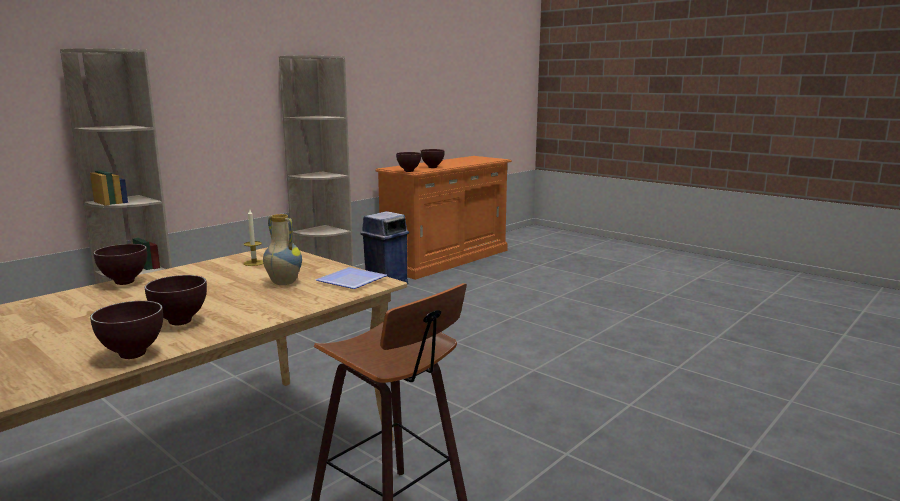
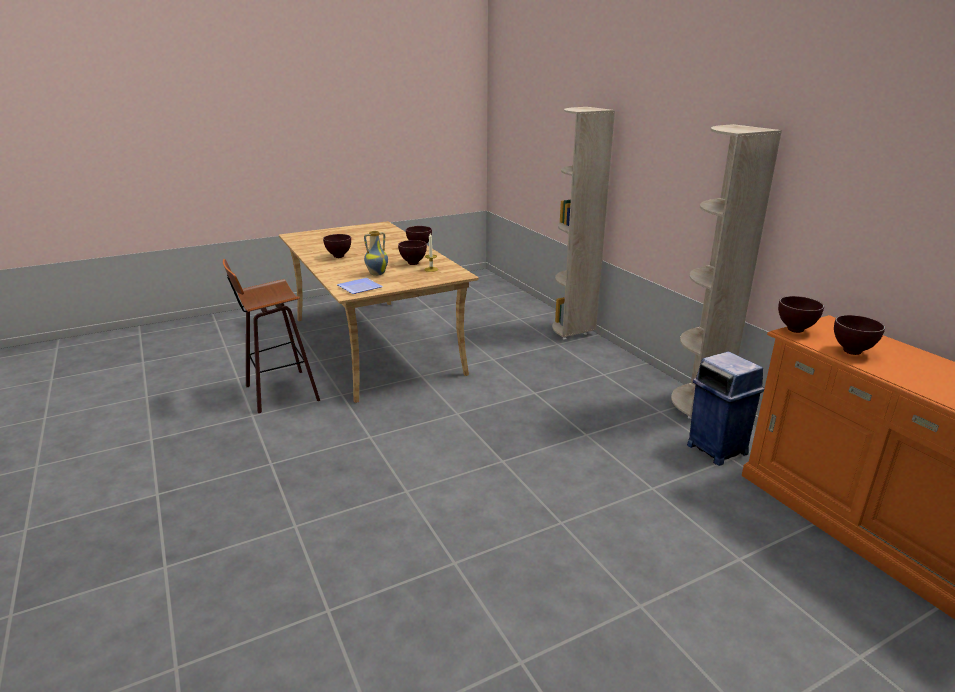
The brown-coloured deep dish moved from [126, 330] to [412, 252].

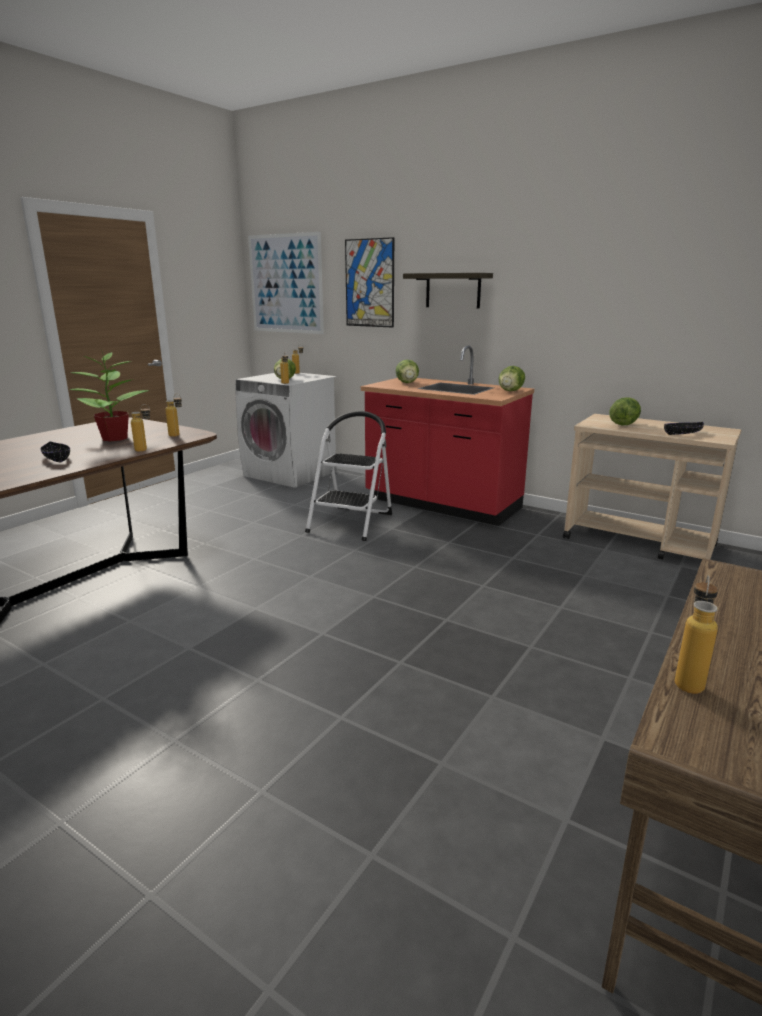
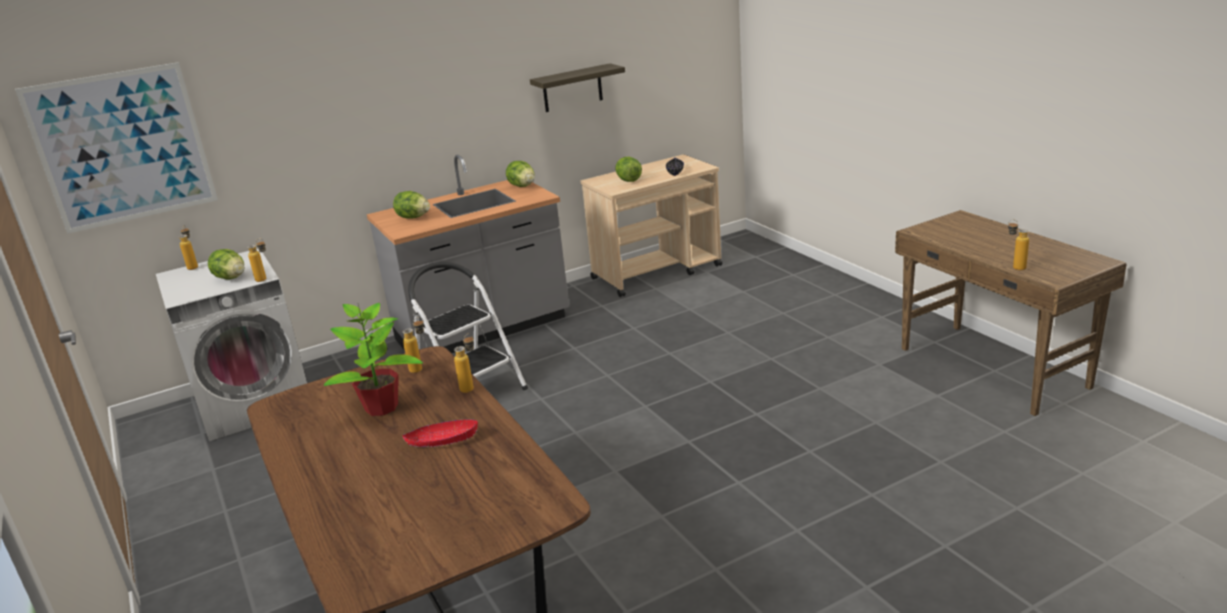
The black deep dish at [55, 452] became the red-coloured deep dish at [440, 433].
The picture at [369, 282] disappeared.
The red-coloured kitchen counter at [447, 435] became the greyish kitchen counter at [467, 254].
The bracket shelf moved from [448, 290] to [577, 87].

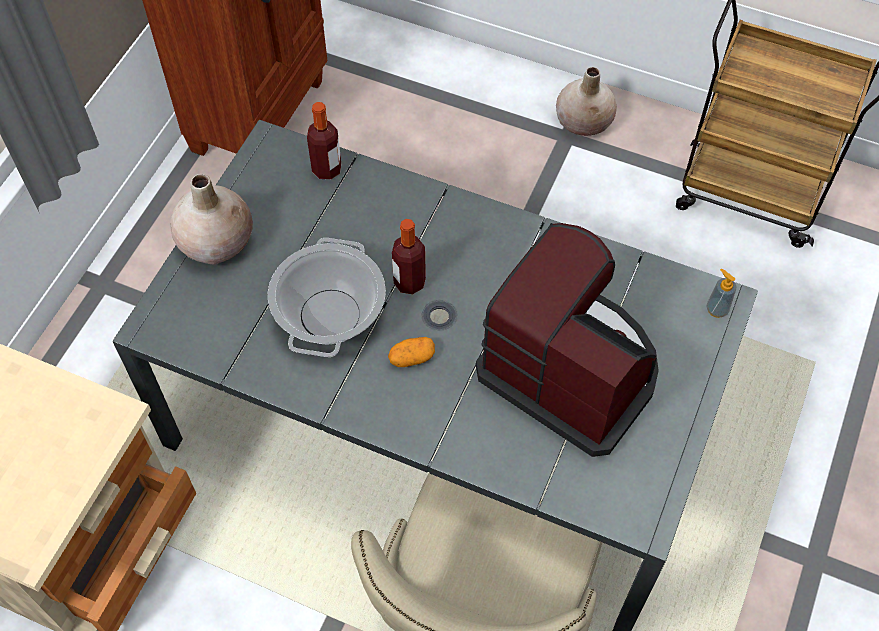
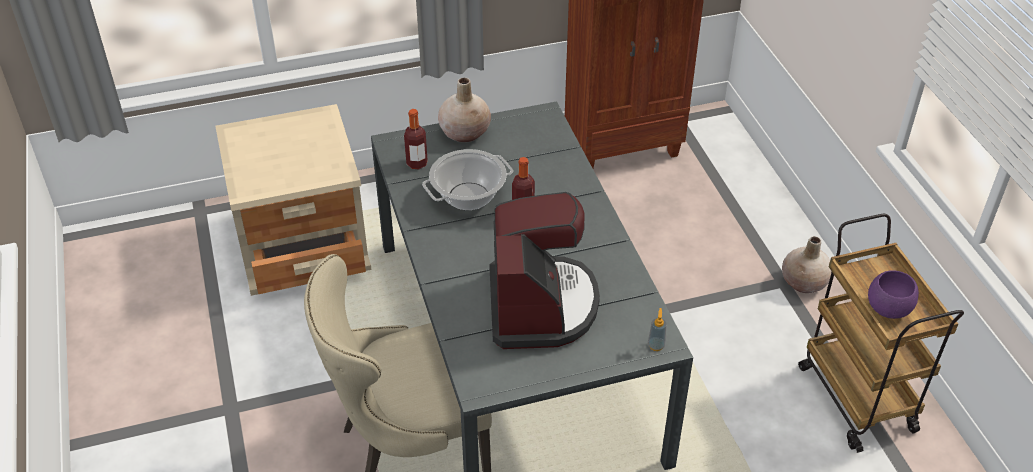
The drink bottle moved from [324, 141] to [416, 139].
The potato at [411, 352] disappeared.
The purplish deep dish at [893, 294] appeared.

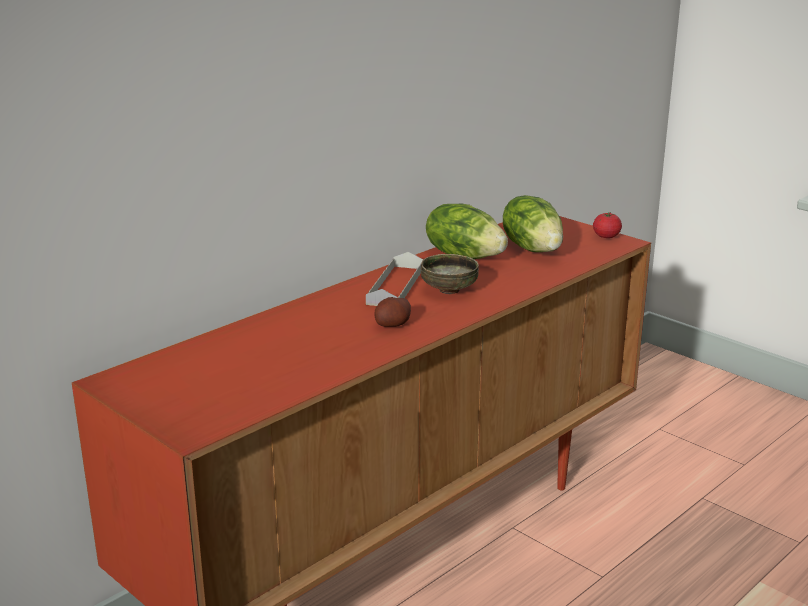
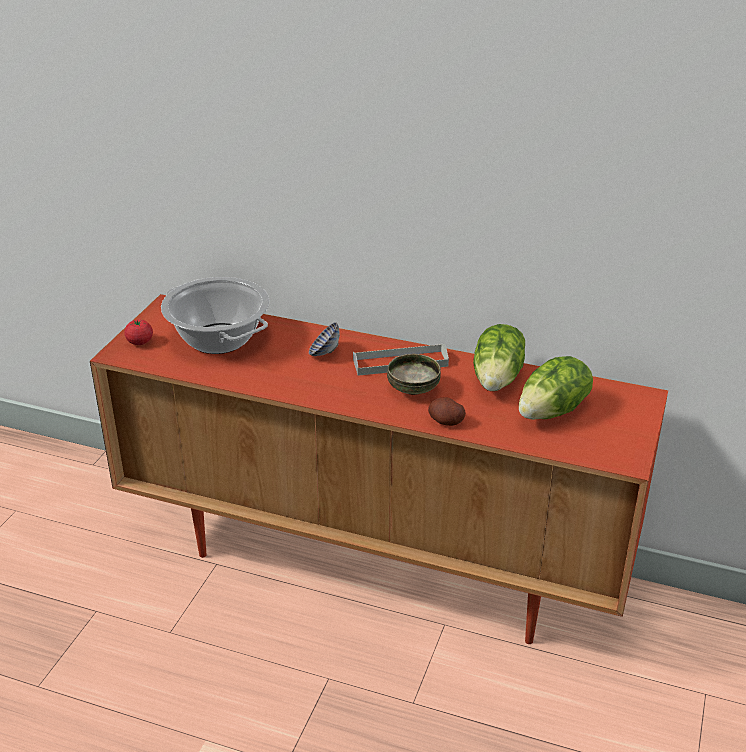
The potato moved from [392, 312] to [447, 411].
The fresh tomato moved from [607, 225] to [138, 332].
The cooking pot at [215, 315] appeared.
The deep dish at [324, 339] appeared.

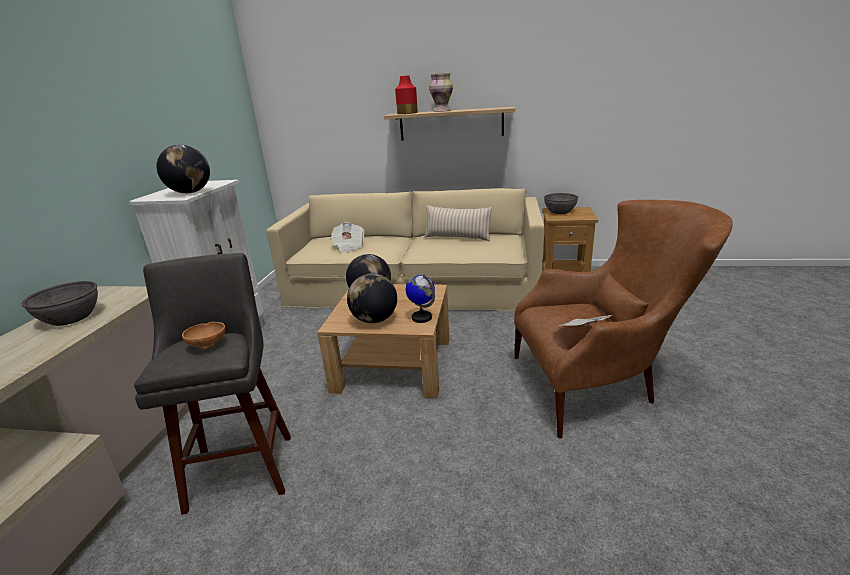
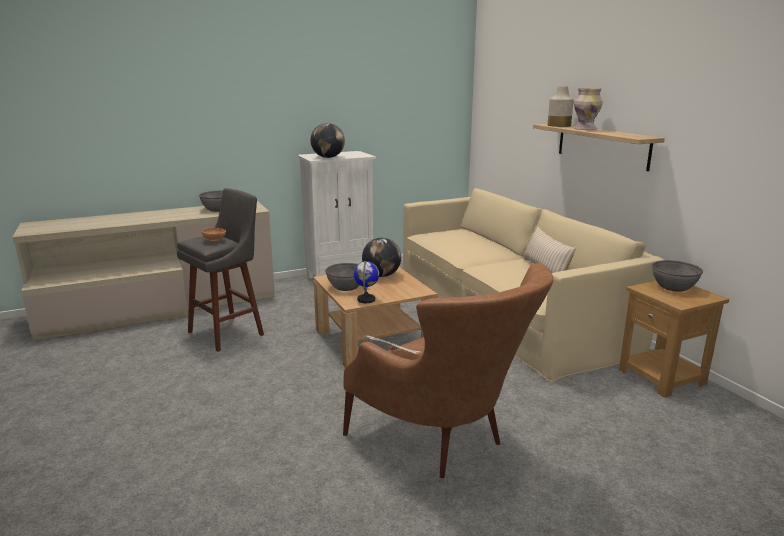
The daily paper at [347, 237] disappeared.
The world globe at [372, 298] was replaced by the greyish deep dish at [342, 277].
The red-coloured decorative vase at [406, 94] became the beige decorative vase at [560, 106].

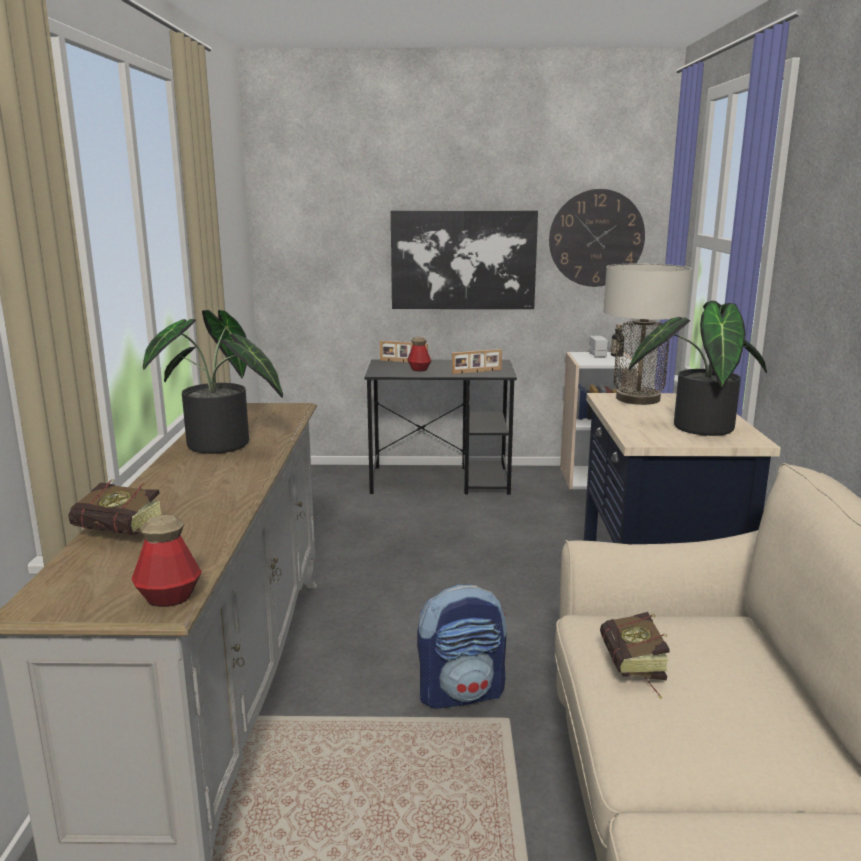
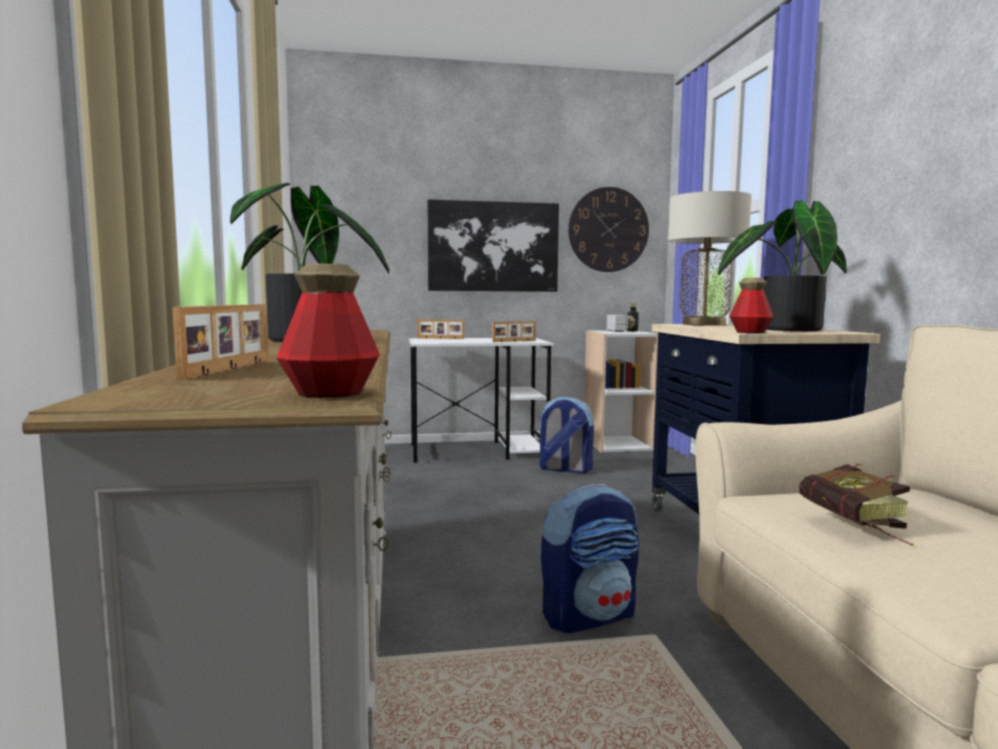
The book at [115, 507] was replaced by the picture frame at [220, 341].
The black desk table at [441, 427] became the white-coloured desk table at [481, 400].
The drink bottle moved from [419, 354] to [751, 305].
The rucksack at [566, 435] appeared.

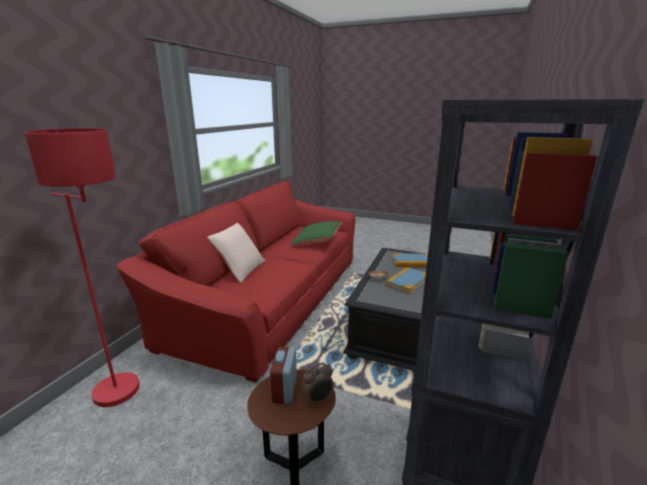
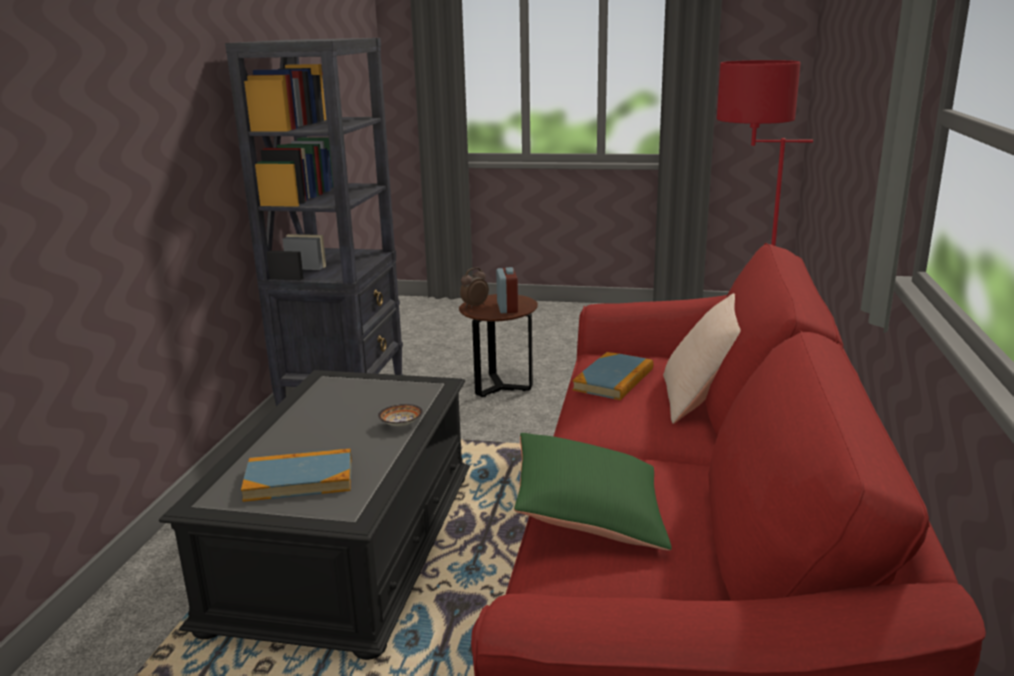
The book moved from [405, 280] to [612, 376].

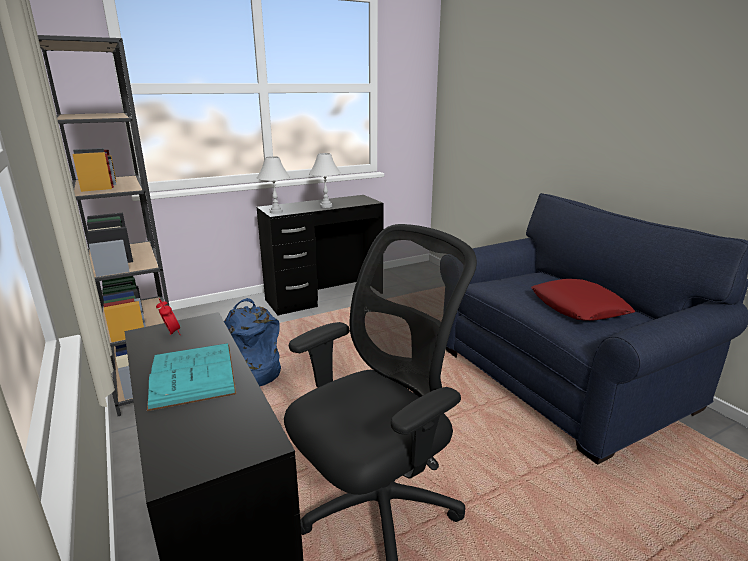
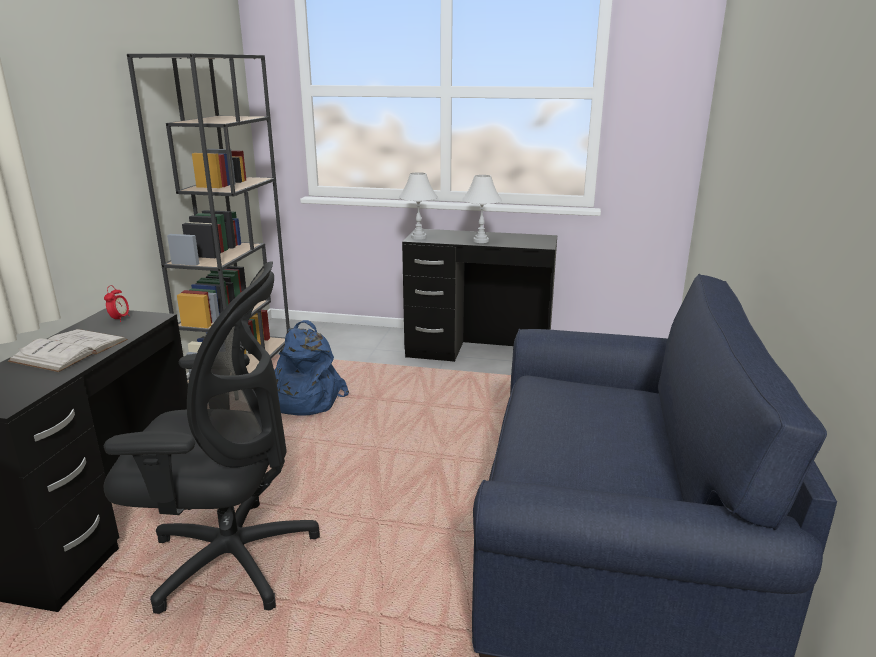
The blue-green book at [191, 377] became the white-coloured book at [68, 350].
The red-coloured throw pillow at [583, 300] disappeared.

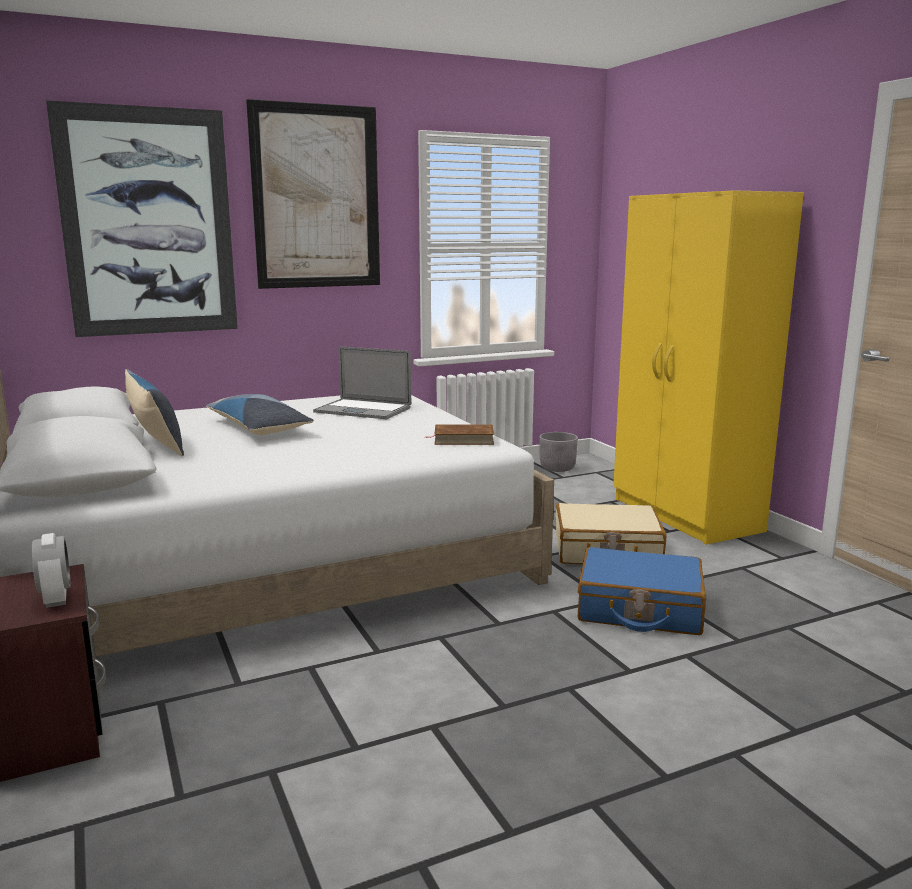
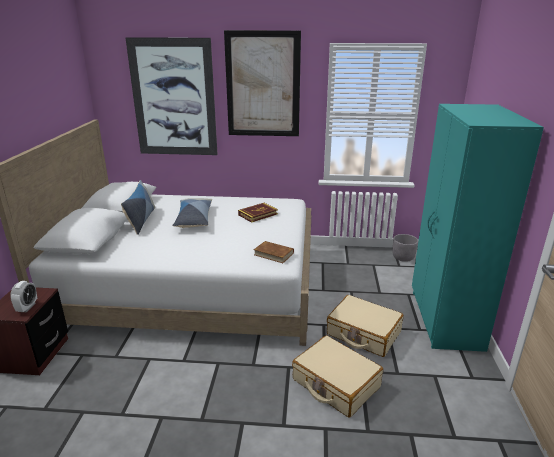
The portable computer at [362, 382] was replaced by the book at [258, 213].
The blue piece of luggage at [642, 591] became the beige piece of luggage at [337, 376].
The yellowish wardrobe at [708, 367] became the blue-green wardrobe at [478, 228].

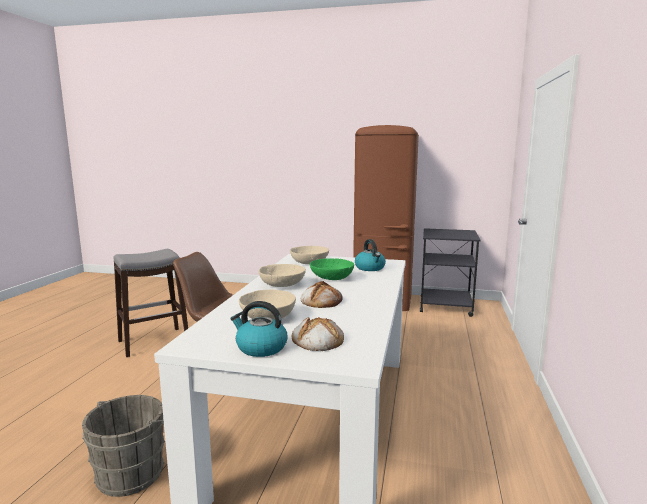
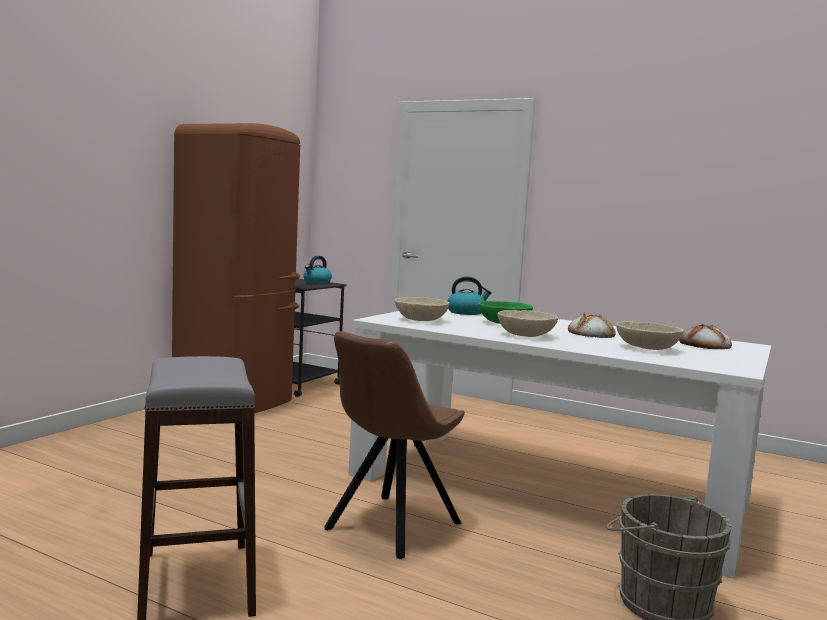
The kettle moved from [258, 329] to [317, 270].

